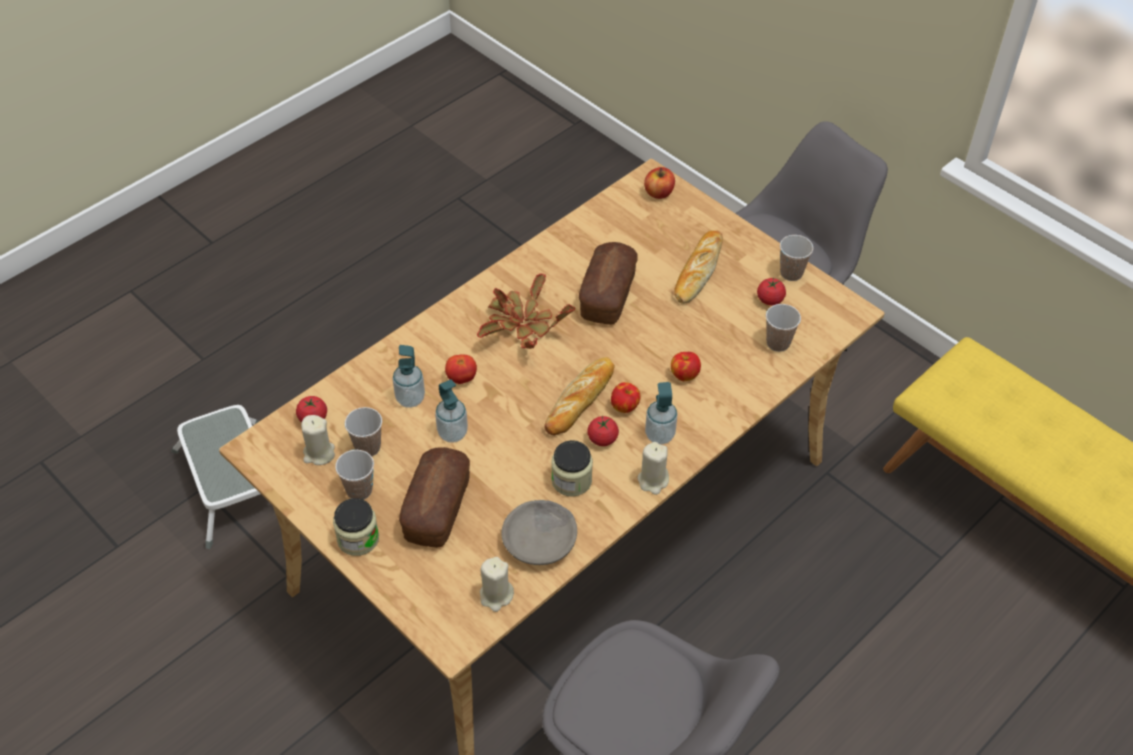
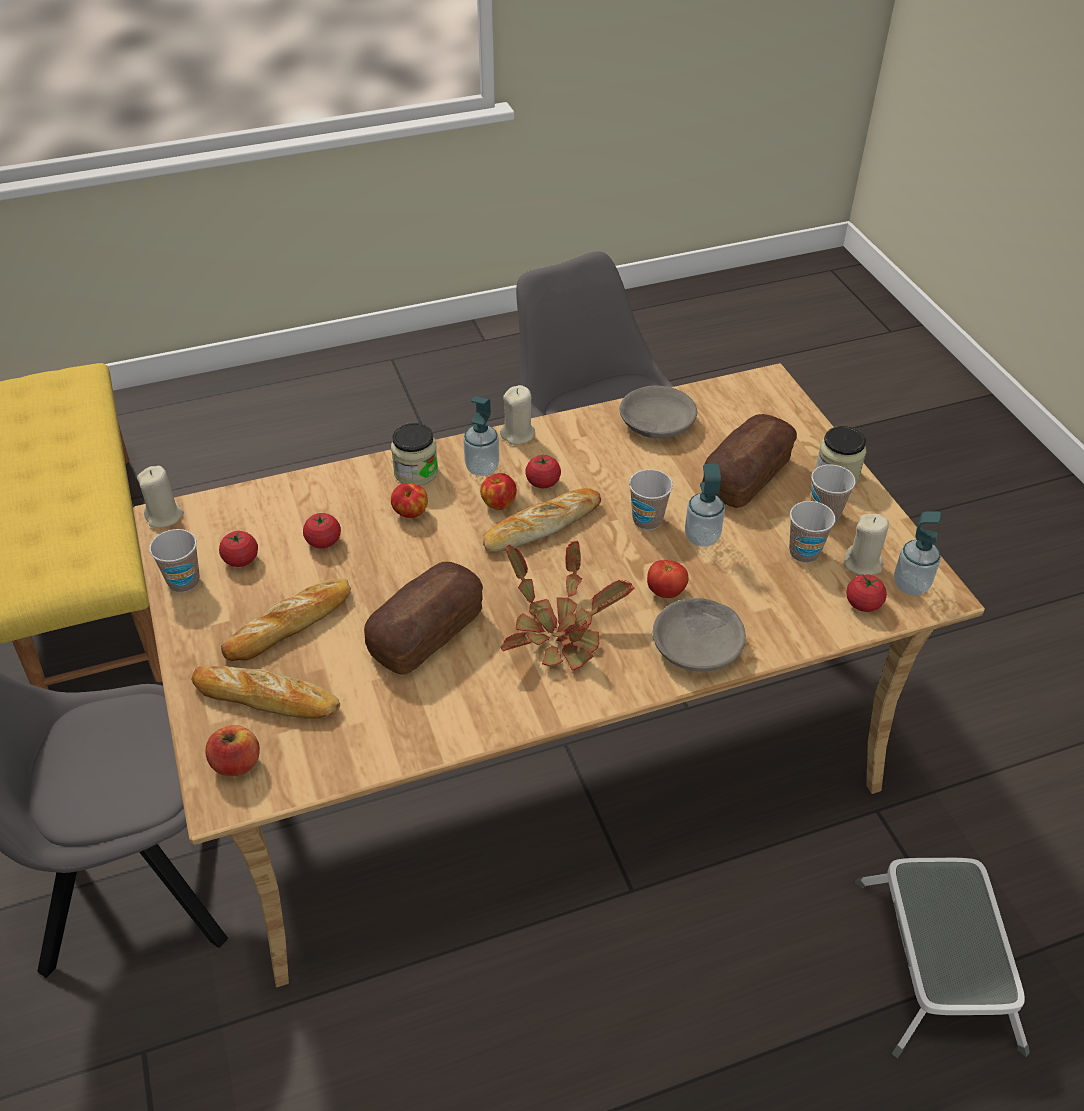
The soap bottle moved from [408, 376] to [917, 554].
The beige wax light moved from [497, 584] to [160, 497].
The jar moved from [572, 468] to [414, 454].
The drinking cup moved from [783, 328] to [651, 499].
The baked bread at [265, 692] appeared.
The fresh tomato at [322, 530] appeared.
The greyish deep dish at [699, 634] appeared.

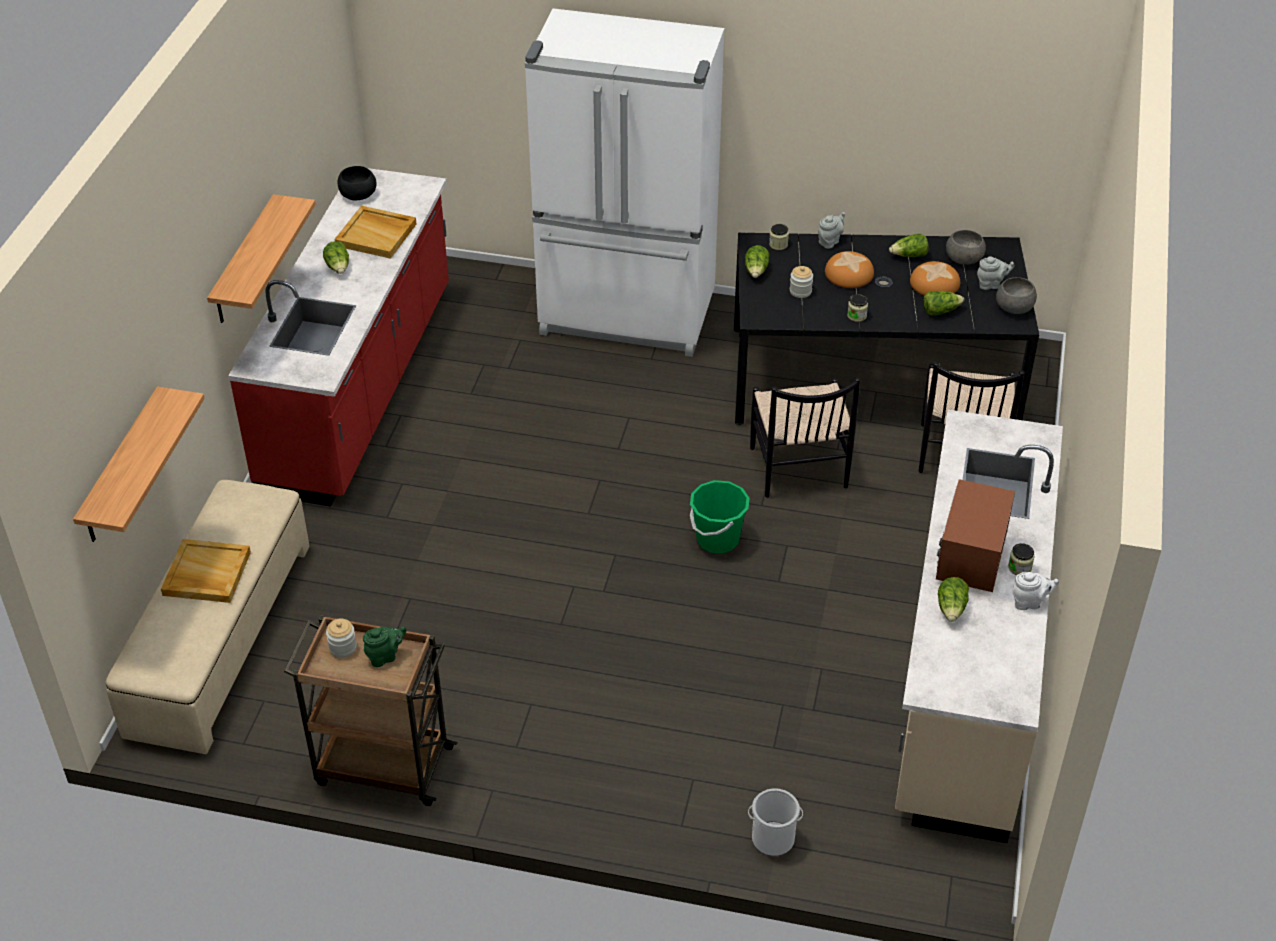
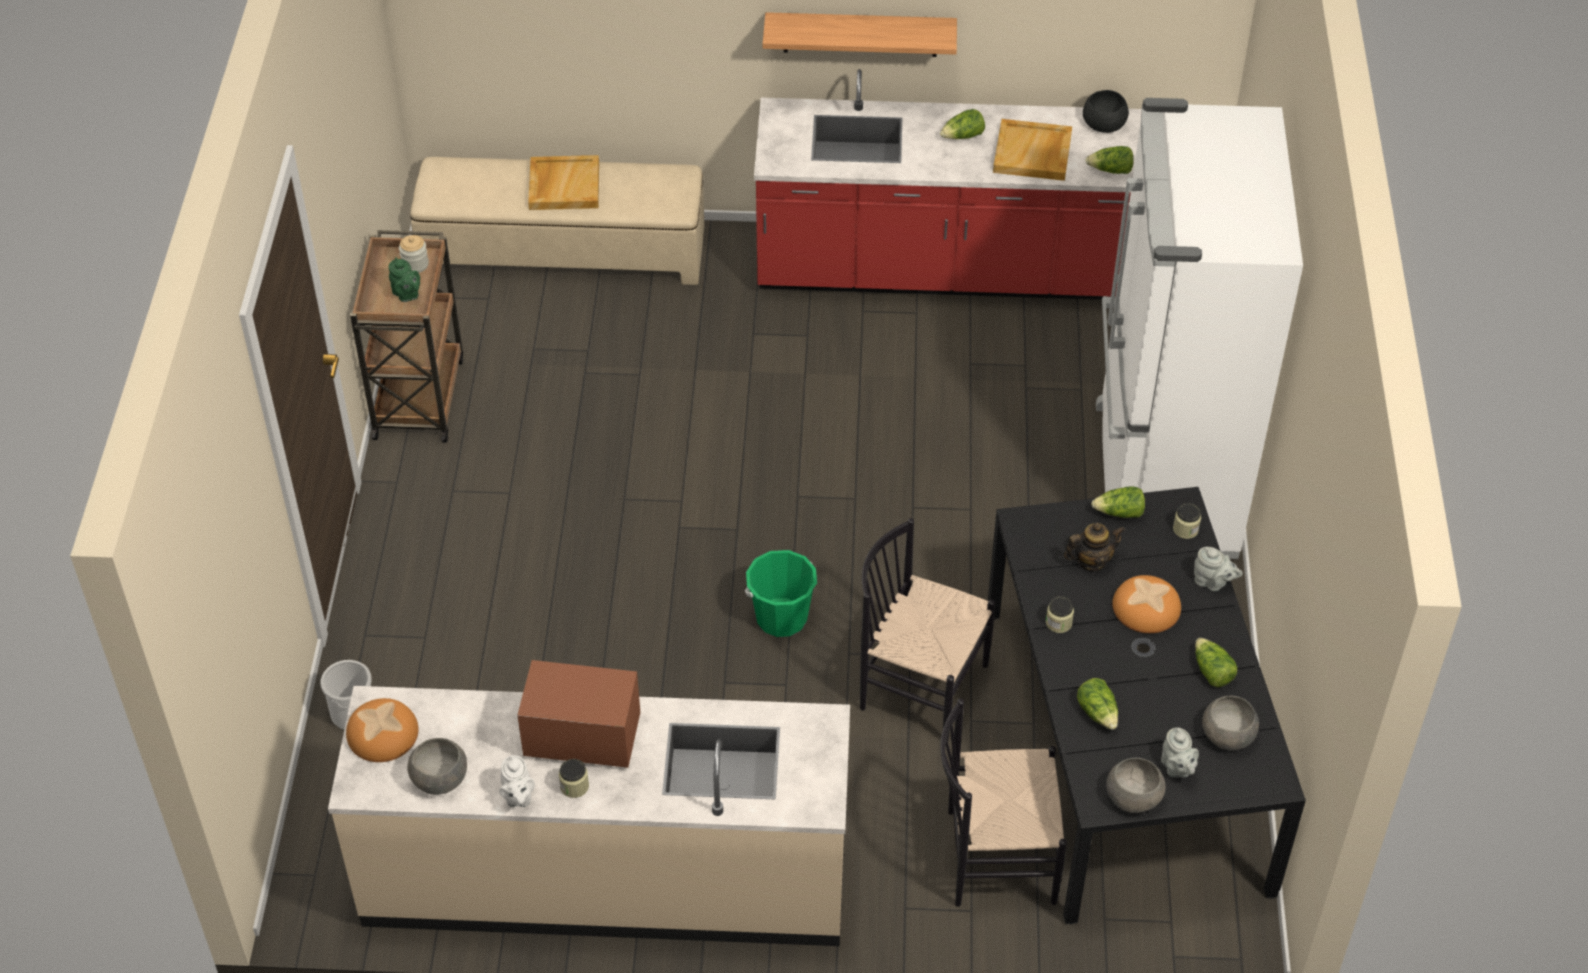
The bracket shelf at [139, 464] disappeared.
The black upright chair at [805, 437] turned 45 degrees clockwise.
The jar at [801, 282] was replaced by the tea pot at [1094, 547].
The baked bread moved from [935, 278] to [382, 730].
The lettuce head moved from [953, 599] to [1109, 160].
The greyish deep dish at [437, 766] appeared.

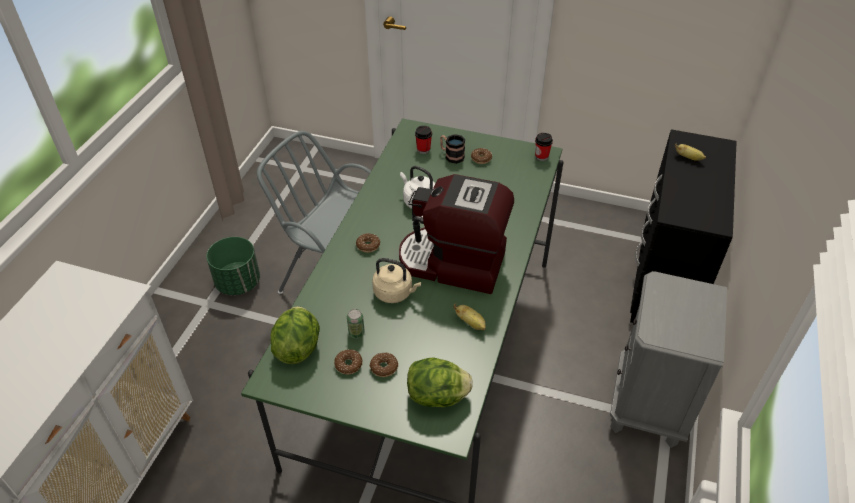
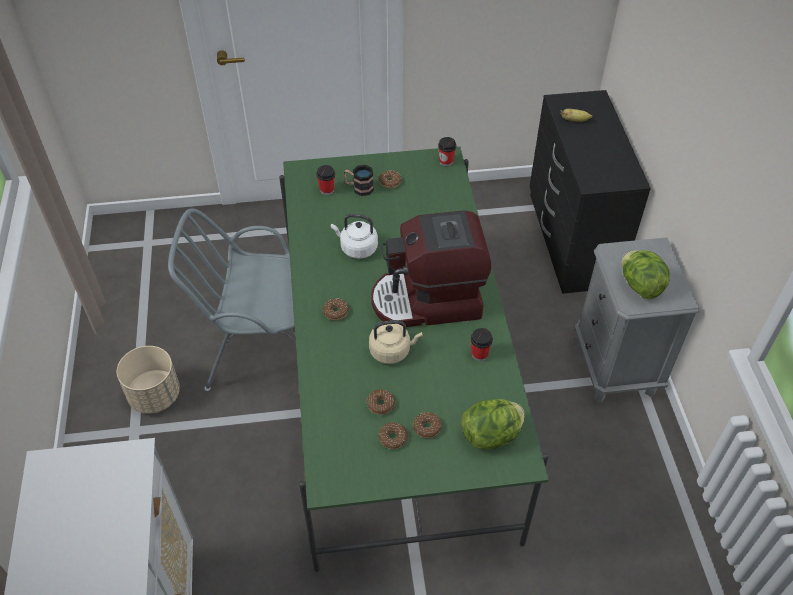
The green-coloured planter at [233, 266] became the beige planter at [148, 380].
The lettuce head moved from [295, 335] to [646, 274].
The sealed can at [356, 323] was replaced by the doughnut at [381, 402].
The whole banana at [469, 316] was replaced by the drinking cup at [482, 344].

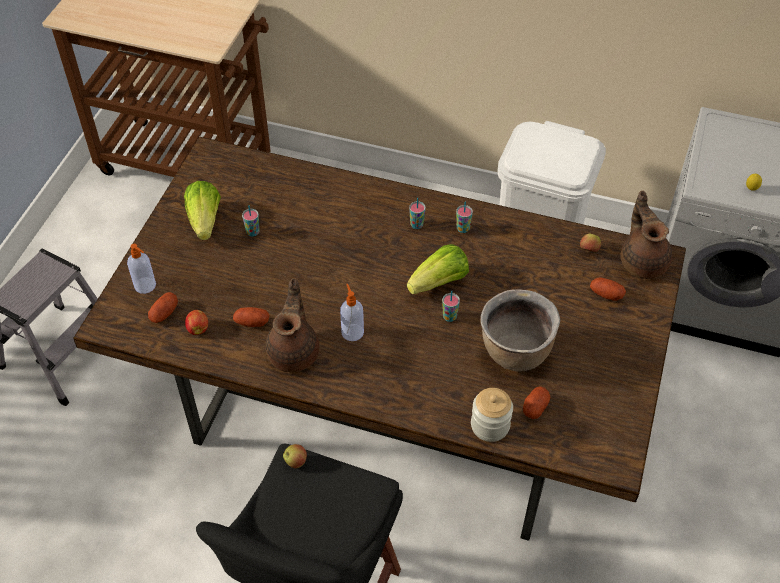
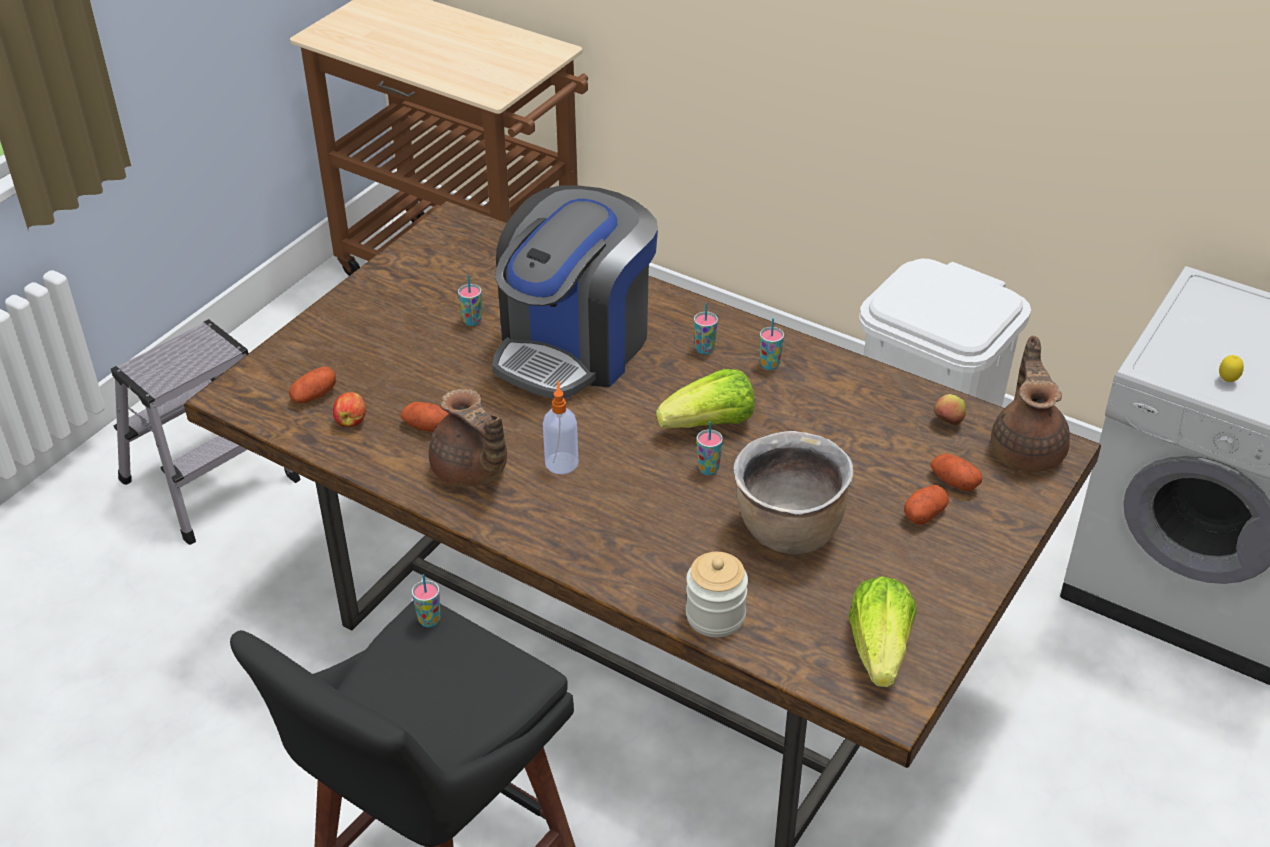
The soap bottle at [141, 269] disappeared.
The lettuce head moved from [202, 210] to [882, 631].
The brown-coloured tea pot at [292, 325] turned 120 degrees clockwise.
The apple at [295, 456] was replaced by the drinking cup at [426, 601].
The potato moved from [536, 402] to [926, 504].
The coffee brewer at [575, 292] appeared.

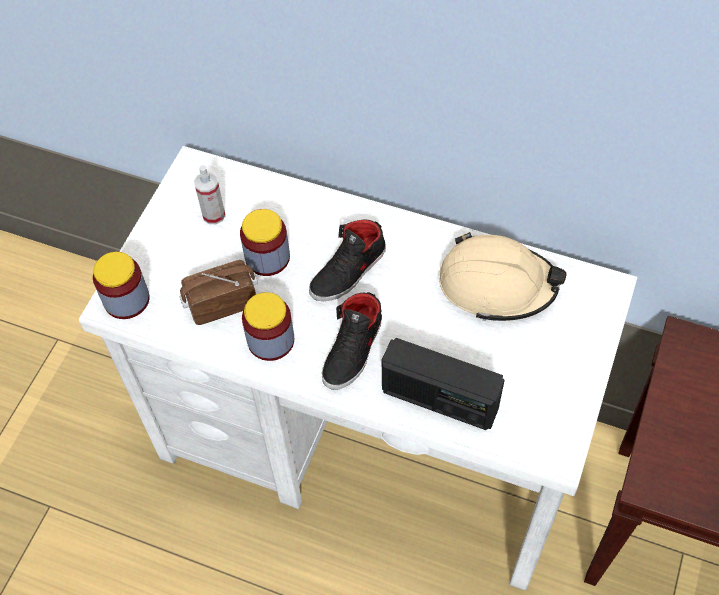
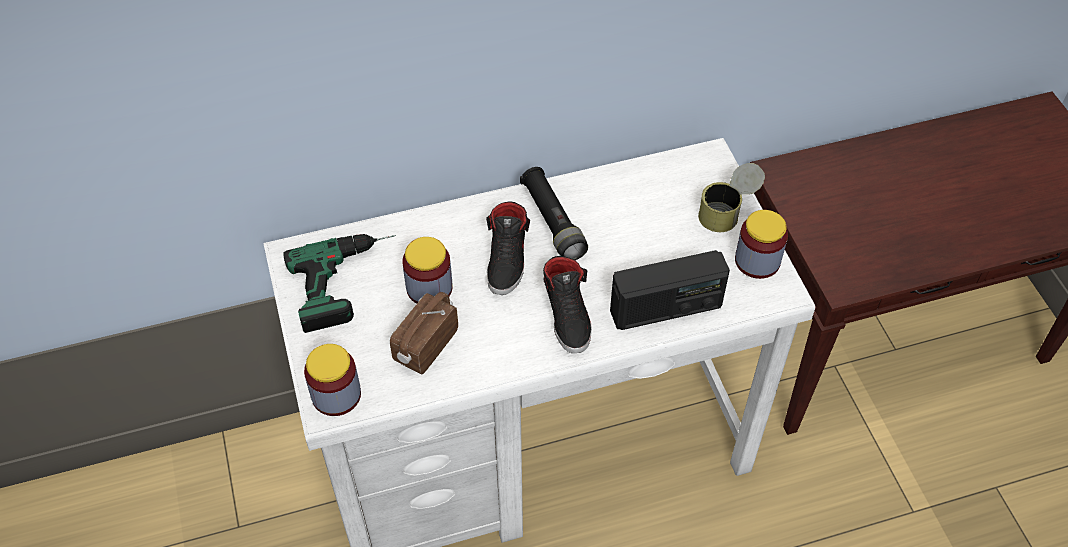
The spray bottle at [210, 194] was replaced by the electric drill at [340, 283].
The jar moved from [268, 326] to [761, 244].
The beige safety helmet at [502, 276] disappeared.
The black flashlight at [554, 213] appeared.
The sealed can at [731, 197] appeared.

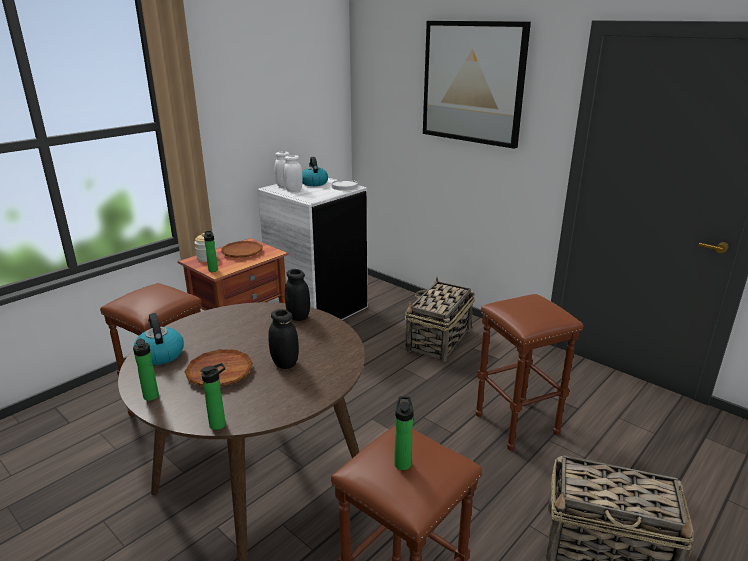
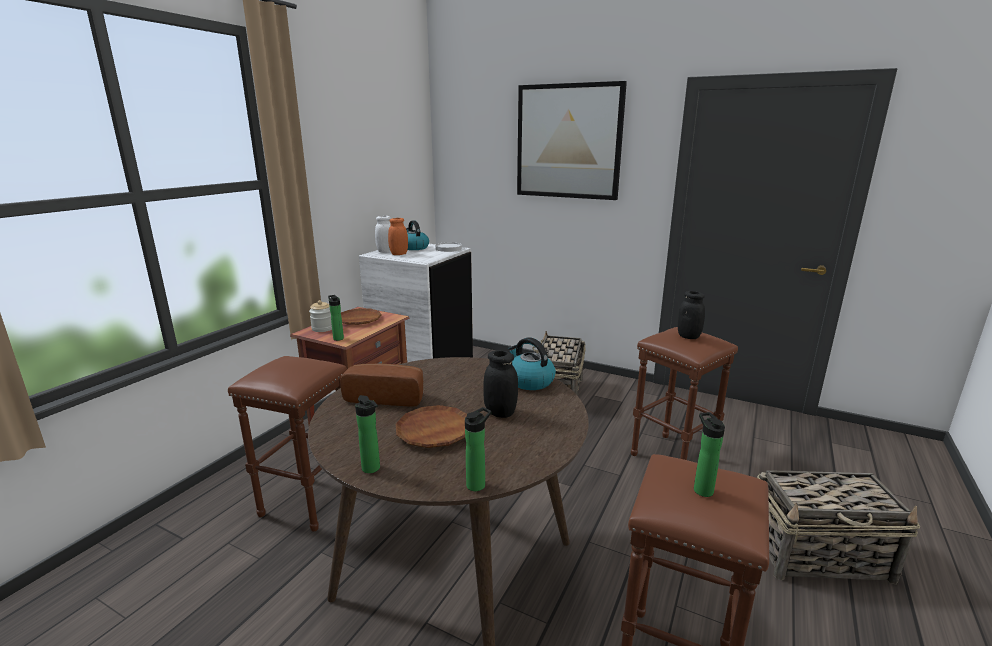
The kettle moved from [158, 339] to [532, 363].
The white-coloured jar at [292, 173] became the orange-coloured jar at [398, 236].
The black jar moved from [297, 295] to [691, 315].
The baked bread at [381, 385] appeared.

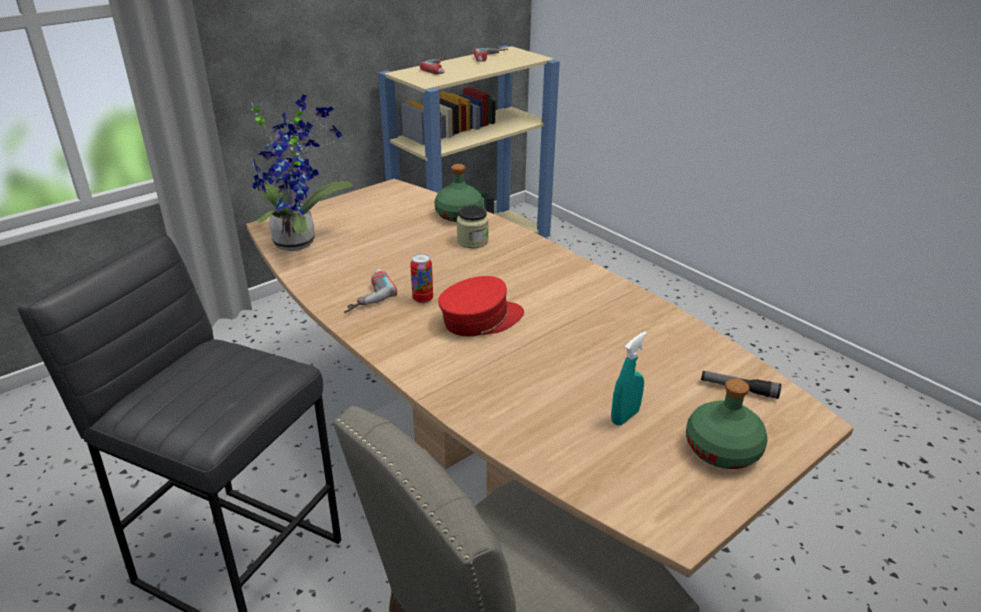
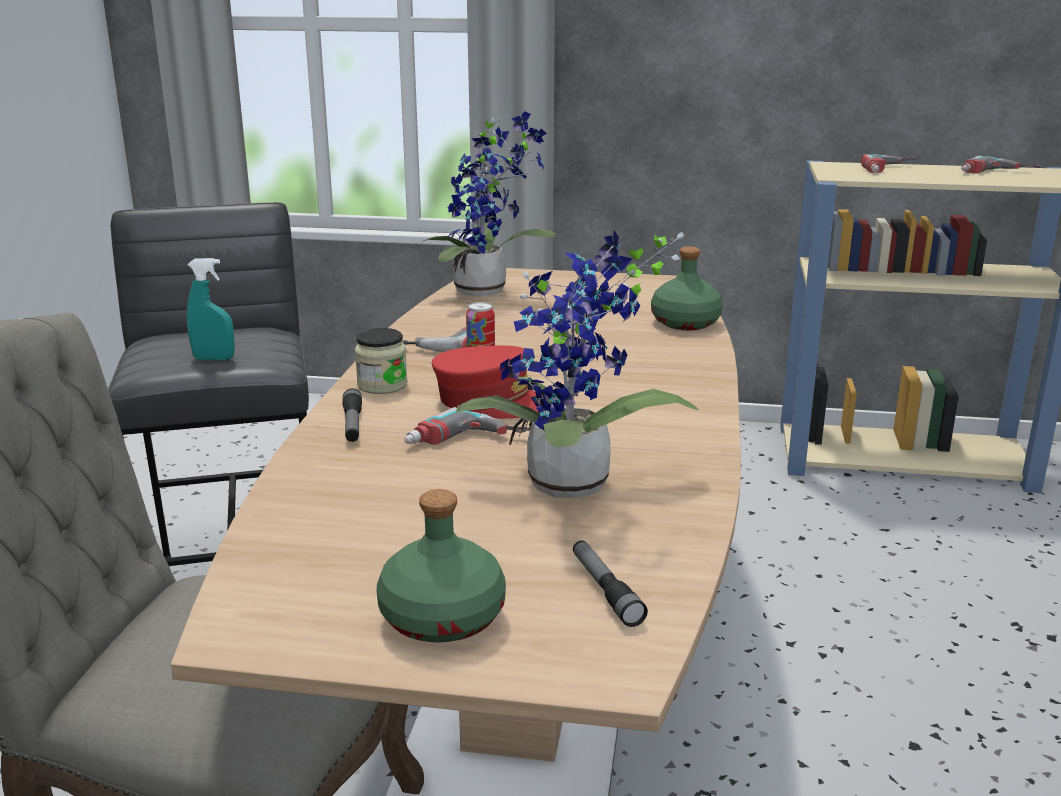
The jar moved from [472, 227] to [381, 361].
The blue-green spray bottle moved from [629, 378] to [210, 309].
The flashlight at [352, 415] appeared.
The electric drill at [467, 426] appeared.
The plant in a pot at [578, 364] appeared.

